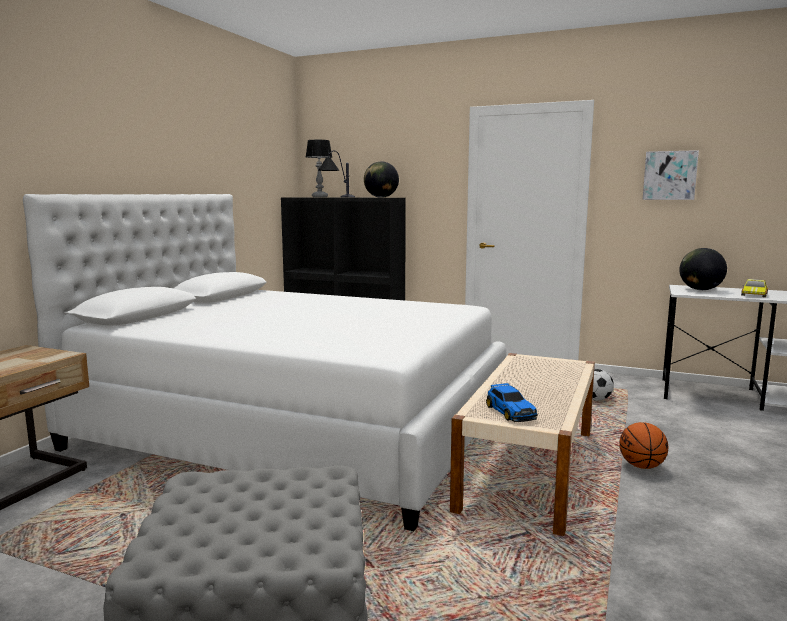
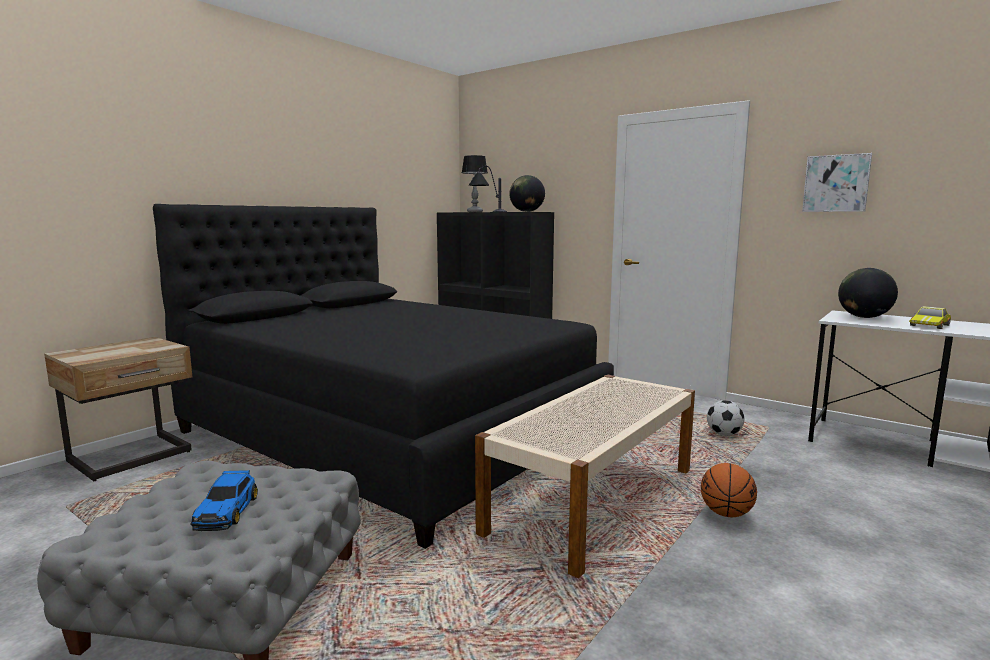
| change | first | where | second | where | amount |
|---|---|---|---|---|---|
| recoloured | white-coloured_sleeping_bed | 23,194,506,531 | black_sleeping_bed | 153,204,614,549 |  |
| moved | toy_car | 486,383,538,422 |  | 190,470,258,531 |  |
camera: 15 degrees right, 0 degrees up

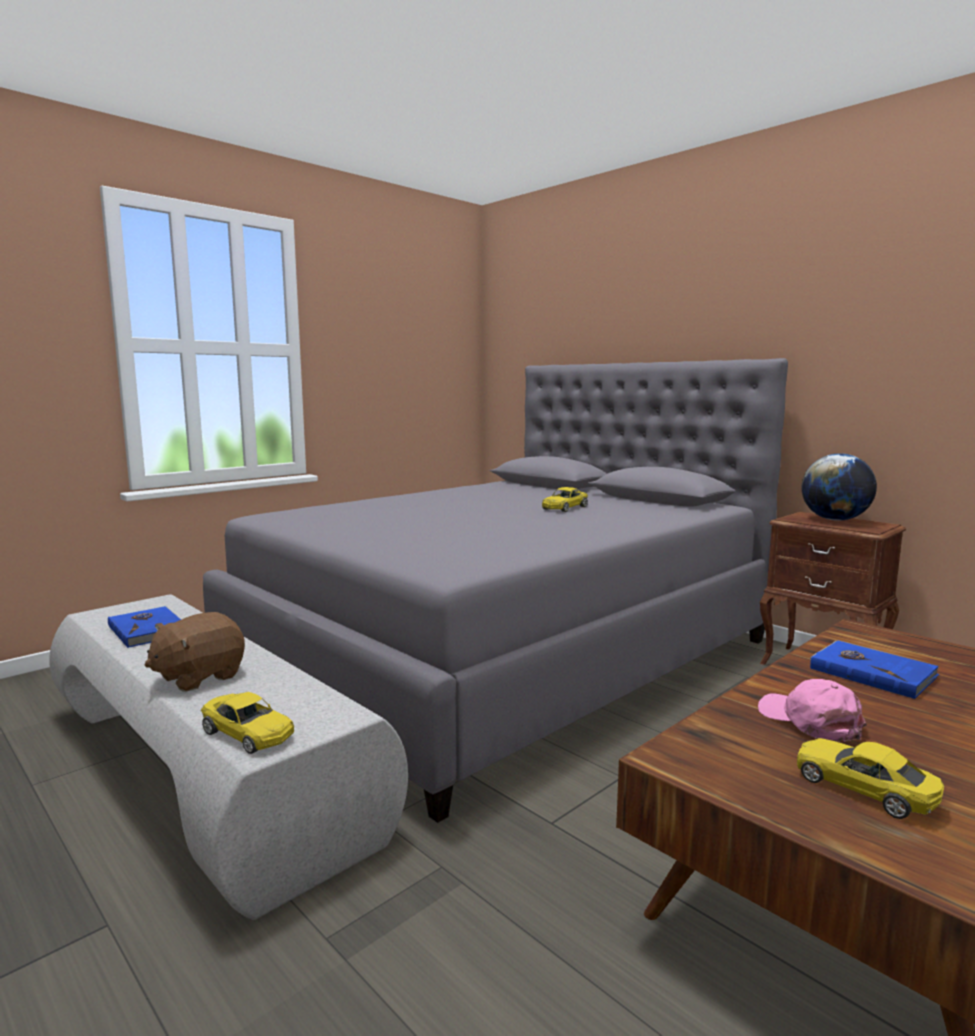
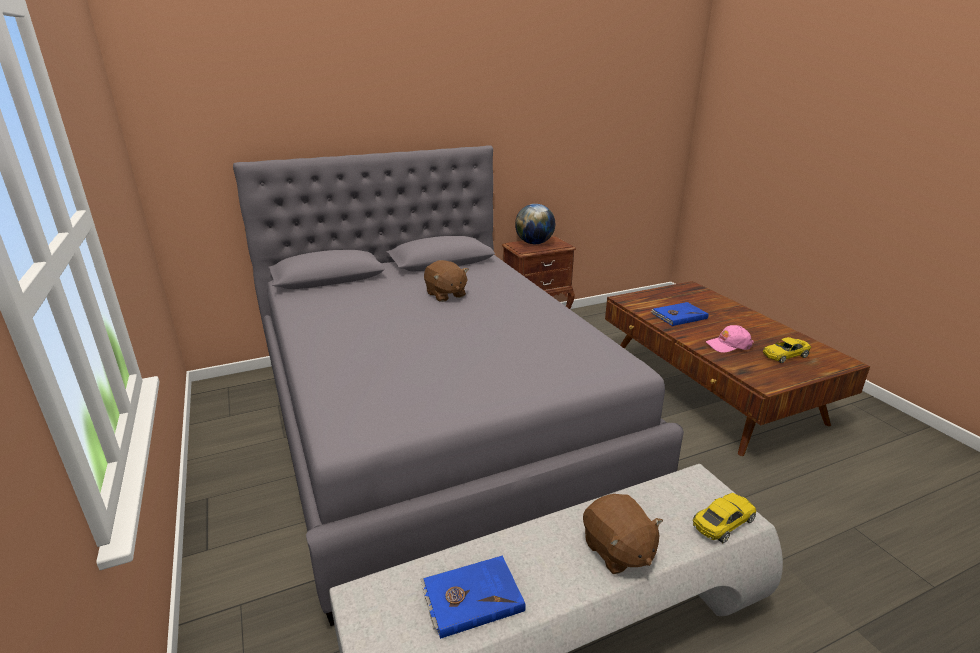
| change | first | where | second | where | amount |
|---|---|---|---|---|---|
| replaced | yellow-coloured_toy_car | 542,487,588,512 | brown_soft_toy | 424,260,469,302 |  |
camera: 70 degrees left, 15 degrees up

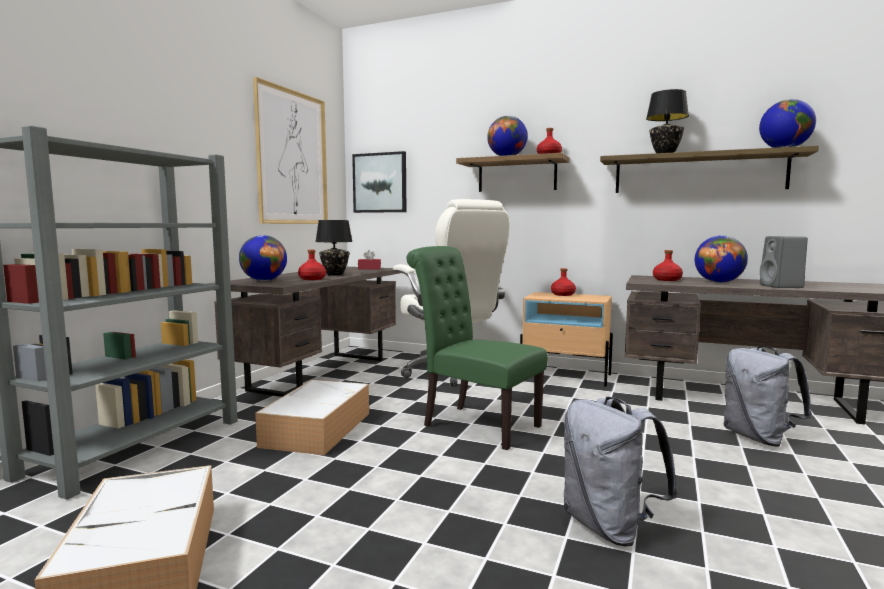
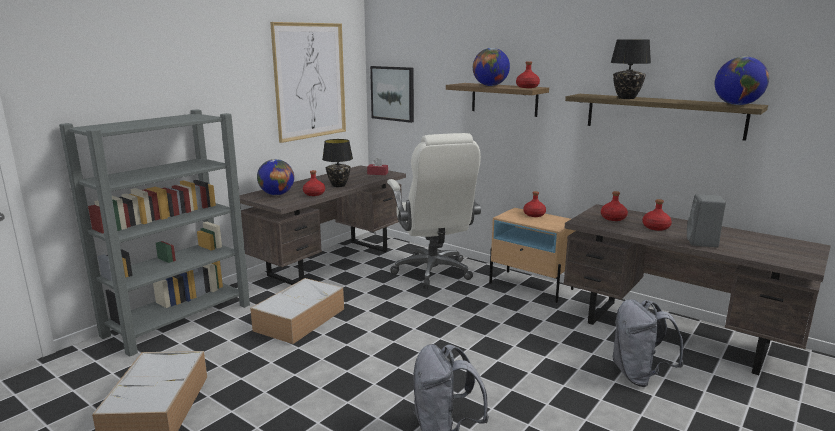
| change | first | where | second | where | amount |
|---|---|---|---|---|---|
| removed | green_plain_chair | 407,246,548,450 |  |  |  |
| replaced | desk_globe | 695,235,748,283 | red-coloured_beverage_bottle | 642,199,672,231 |  |
camera: 15 degrees right, 10 degrees up

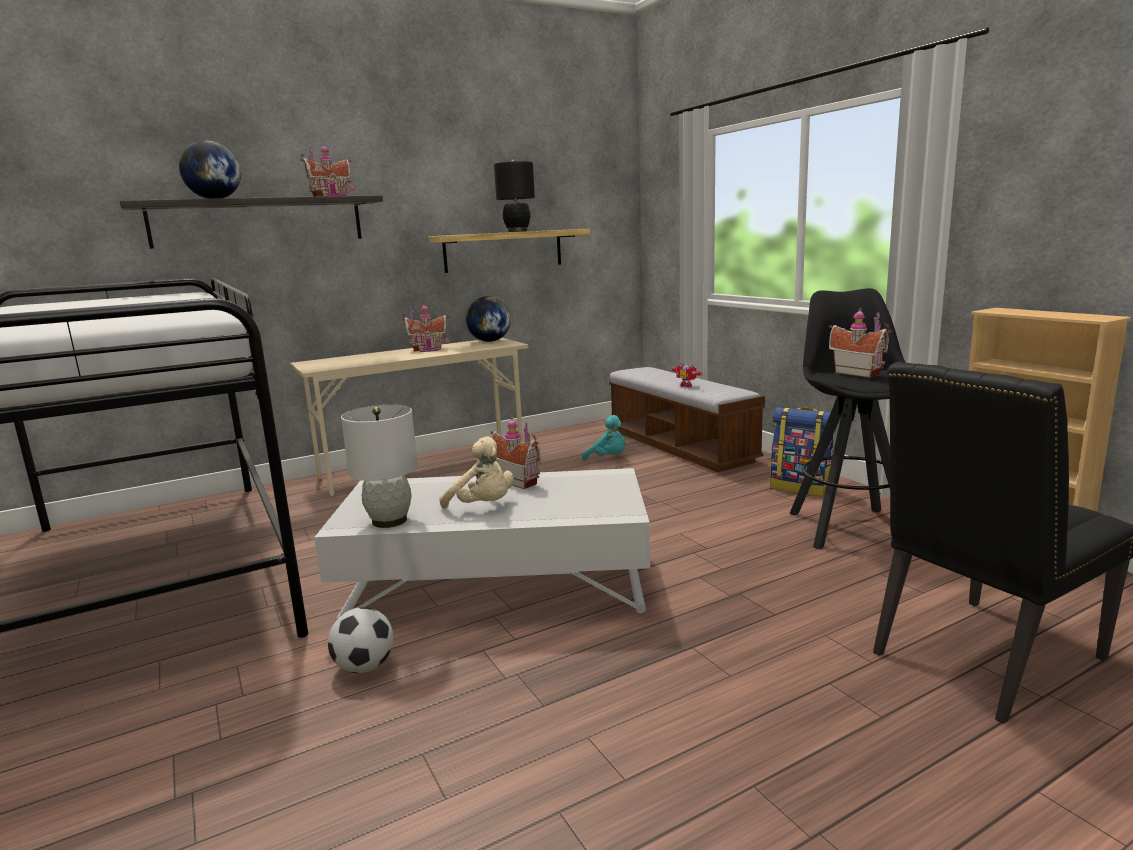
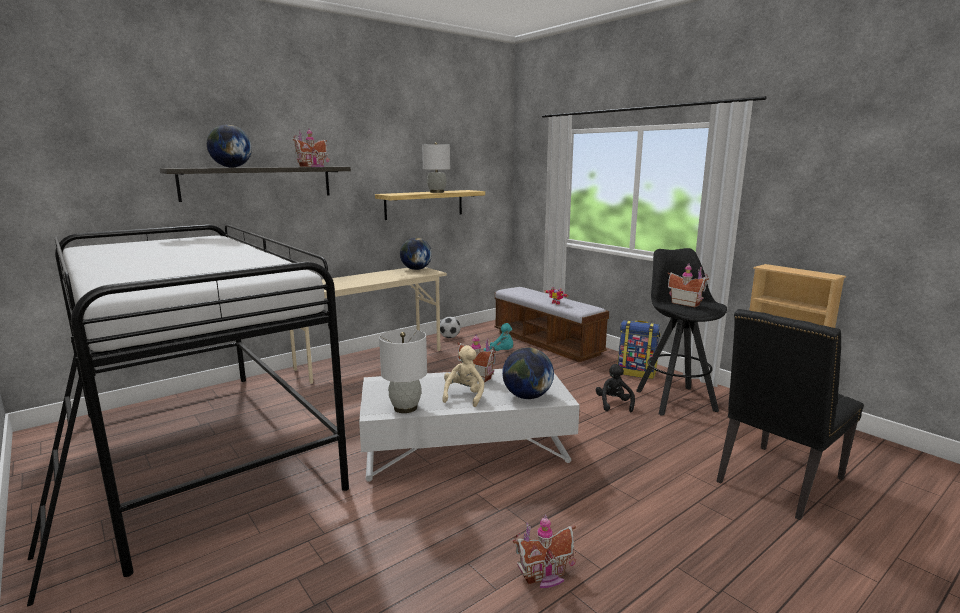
| change | first | where | second | where | amount |
|---|---|---|---|---|---|
| moved | football | 328,607,394,673 |  | 440,317,461,338 |  |
| moved | toy_house | 402,305,450,352 |  | 513,515,576,588 |  |
| turned | beige-coloured_soft_toy | 439,437,514,509 |  | 442,345,484,407 | 105 degrees counterclockwise |
| recoloured | black_tabletop_lamp | 494,160,535,232 | white-coloured_tabletop_lamp | 422,142,450,193 |  |
| added |  |  | desk_globe | 502,348,554,399 |  |
| added |  |  | black_soft_toy | 596,364,635,413 |  |
camera: 10 degrees left, 0 degrees up

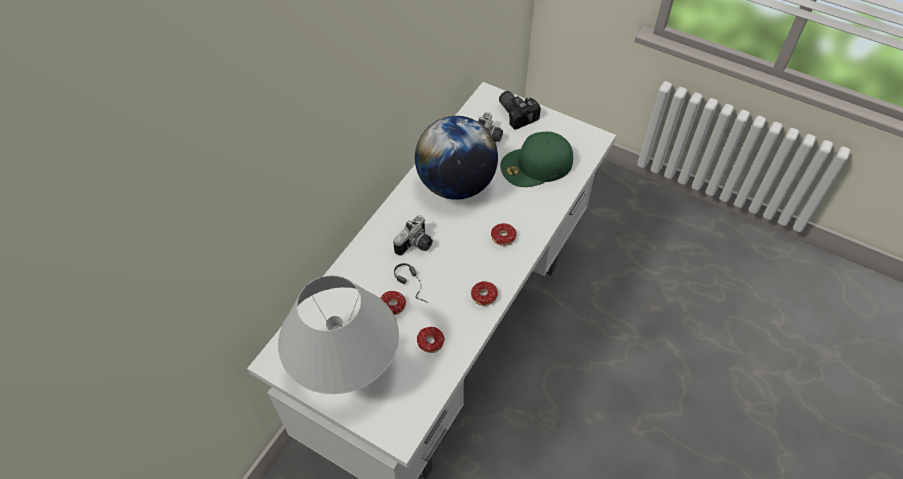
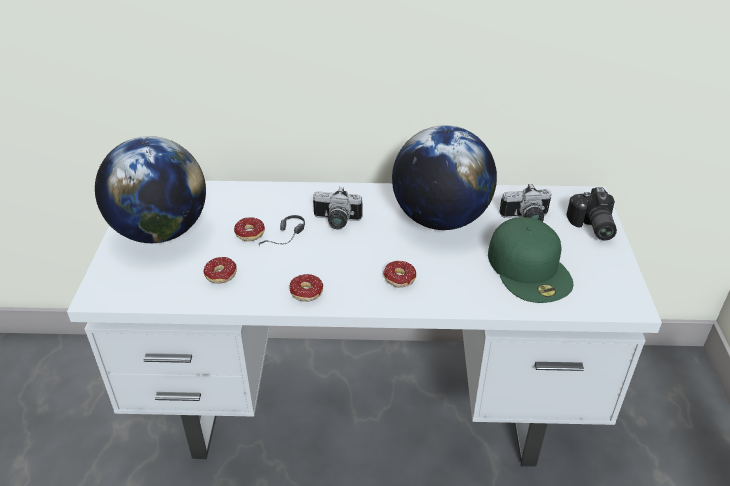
| change | first | where | second | where | amount |
|---|---|---|---|---|---|
| replaced | white-coloured_tabletop_lamp | 278,275,399,394 | desk_globe | 95,136,206,243 |  |
| turned | still_camera | 499,91,541,130 |  | 566,187,617,241 | 150 degrees clockwise |
| turned | green_peaked_cap | 500,132,573,187 |  | 488,217,573,303 | 150 degrees counterclockwise |
camera: 60 degrees right, 15 degrees down

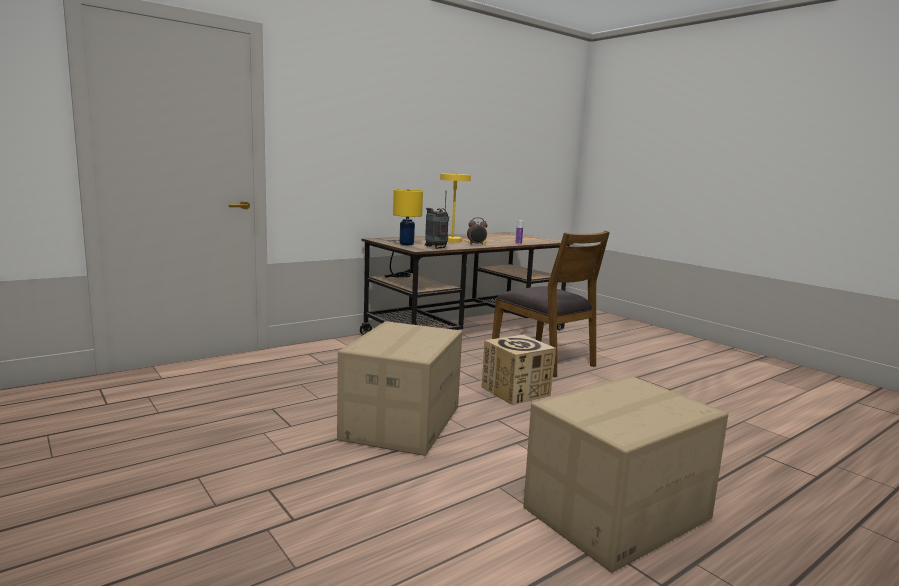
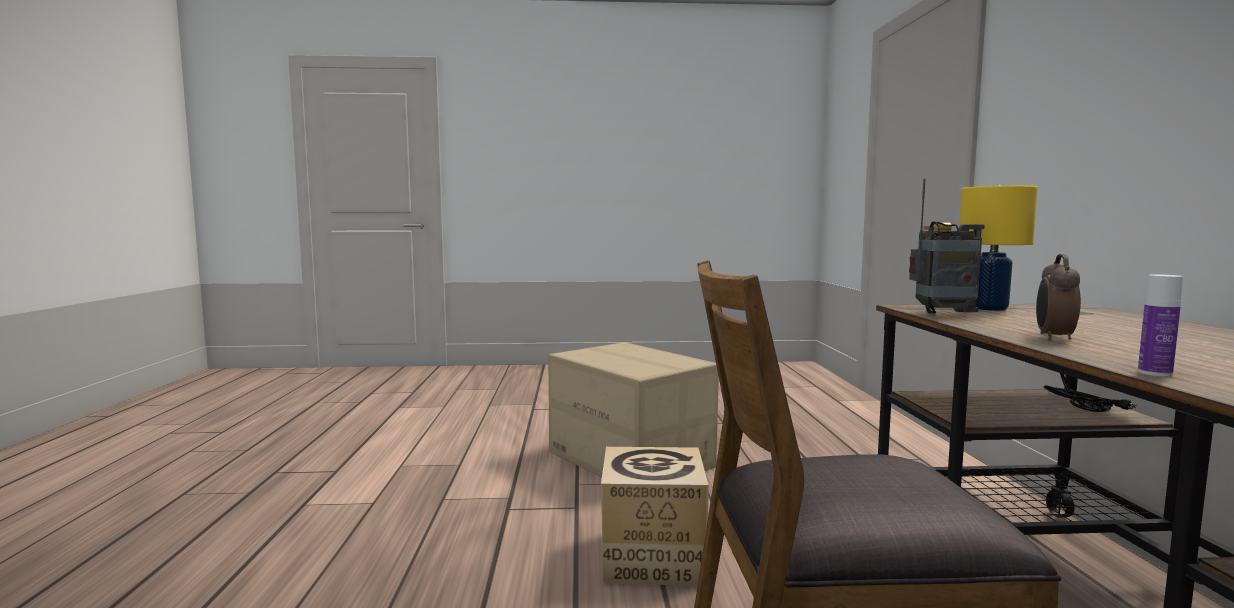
| change | first | where | second | where | amount |
|---|---|---|---|---|---|
| removed | yellow-coloured_tabletop_lamp | 440,173,486,243 |  |  |  |
| removed | cardboard_box | 523,376,728,572 |  |  |  |
camera: 125 degrees right, 5 degrees down

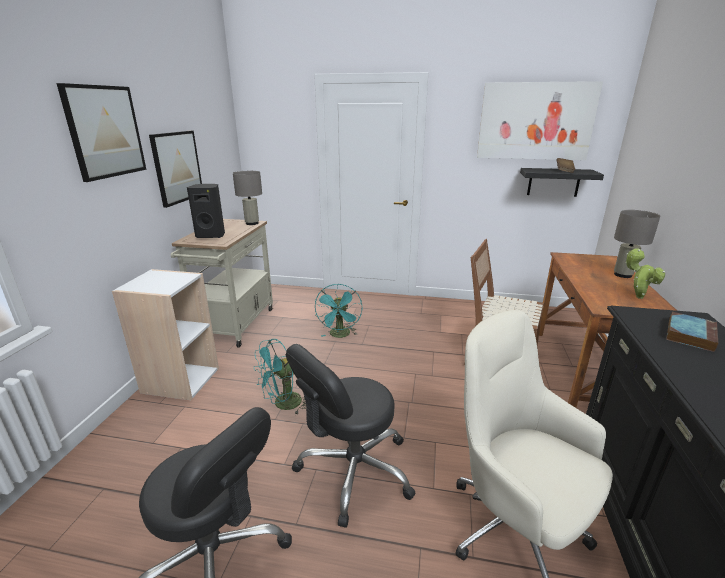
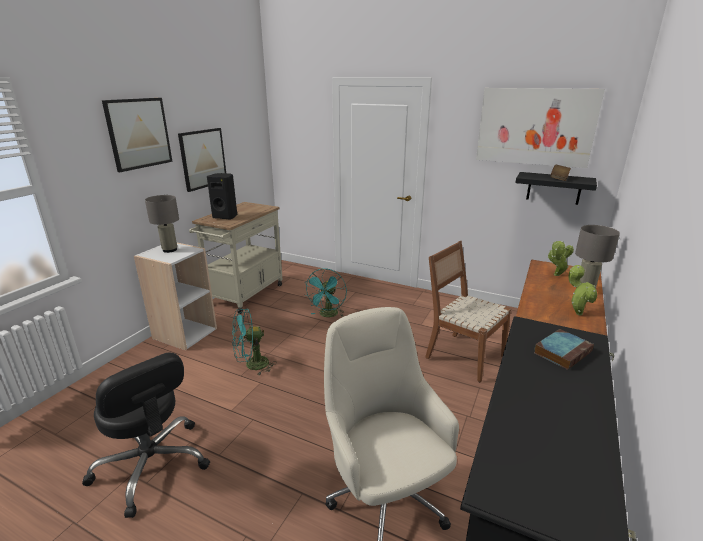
| change | first | where | second | where | amount |
|---|---|---|---|---|---|
| moved | greyish_tabletop_lamp | 233,171,262,225 |  | 145,195,179,253 |  |
| removed | black_computer_chair | 286,344,415,528 |  |  |  |
| added |  |  | potted_plant | 548,241,574,276 |  |
camera: 15 degrees right, 0 degrees up

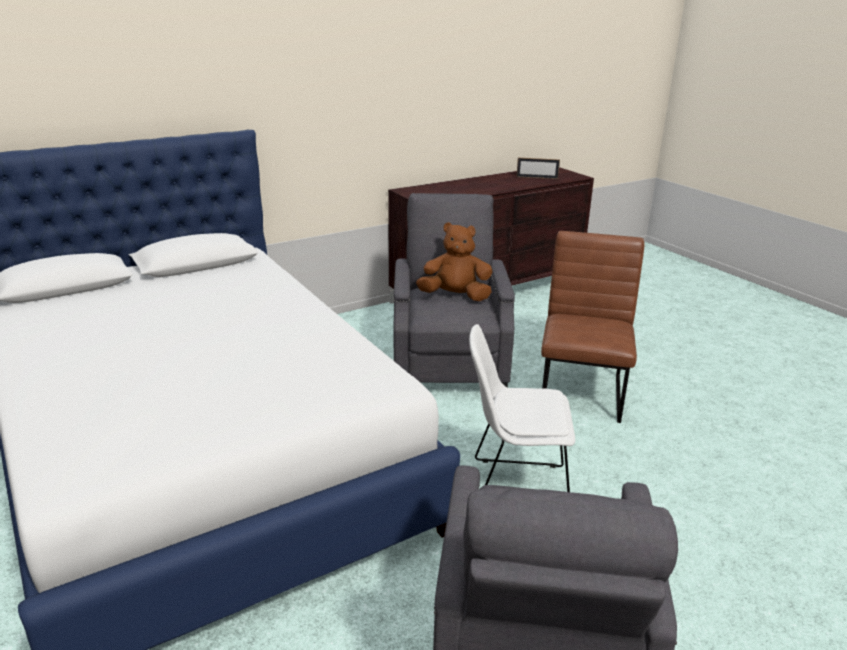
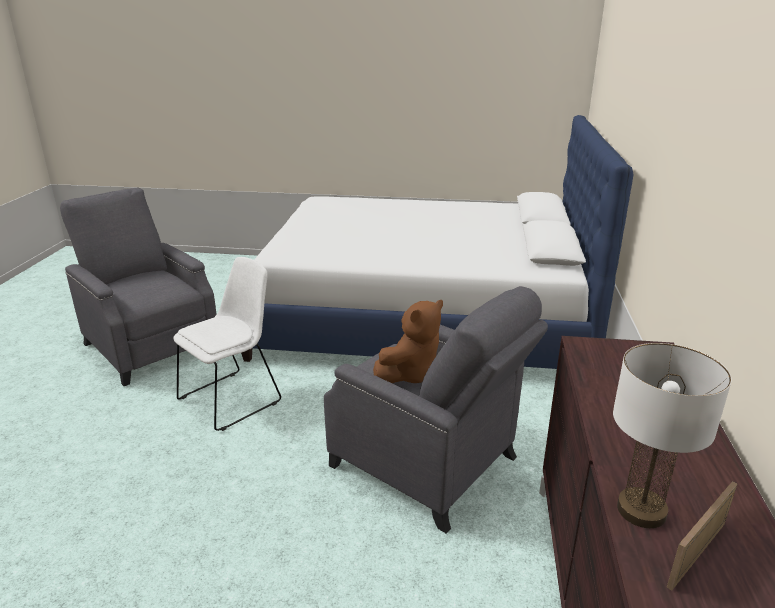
| change | first | where | second | where | amount |
|---|---|---|---|---|---|
| removed | brown_plain_chair | 541,231,644,423 |  |  |  |
| added |  |  | tabletop_lamp | 613,343,732,528 |  |
camera: 130 degrees right, 0 degrees up

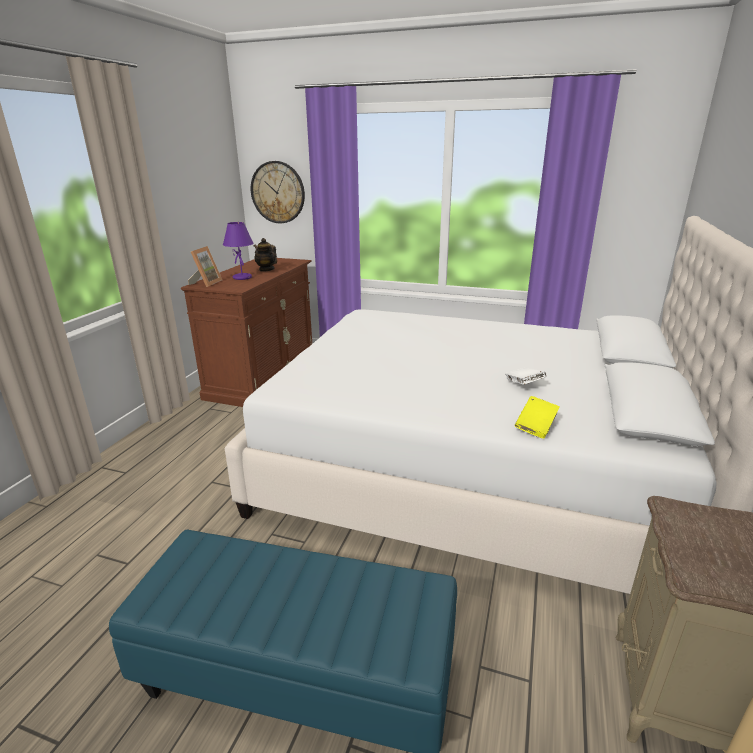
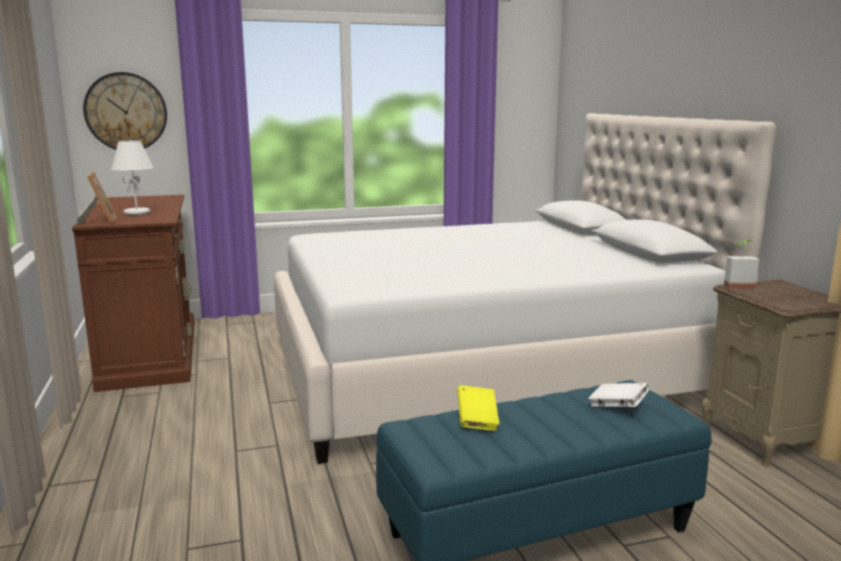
| change | first | where | second | where | amount |
|---|---|---|---|---|---|
| recoloured | purplish_tabletop_lamp | 223,222,254,280 | white-coloured_tabletop_lamp | 111,140,154,215 |  |
| removed | tea_pot | 254,238,277,272 |  |  |  |
| moved | white-coloured_bound_book | 505,368,547,385 |  | 588,383,649,407 |  |
| moved | yellow-coloured_bound_book | 515,396,560,439 |  | 457,385,499,431 |  |
| added |  |  | potted_plant | 724,240,759,290 |  |
camera: 35 degrees left, 10 degrees down

